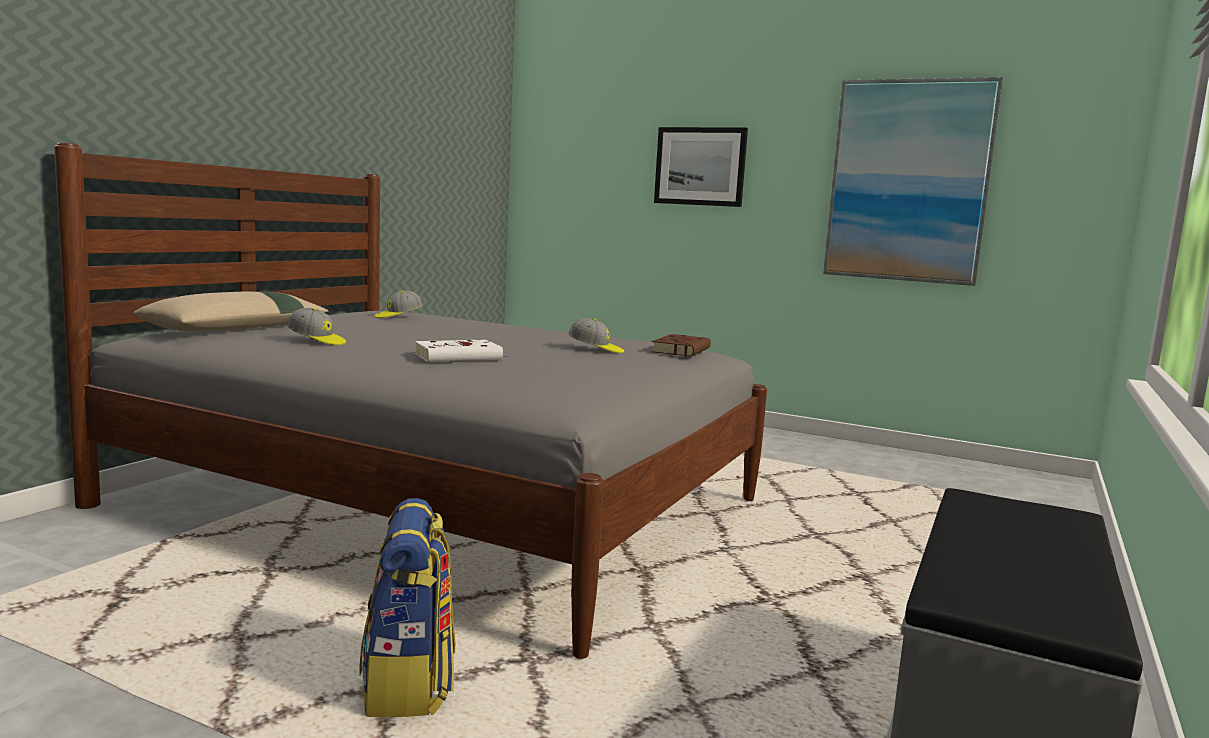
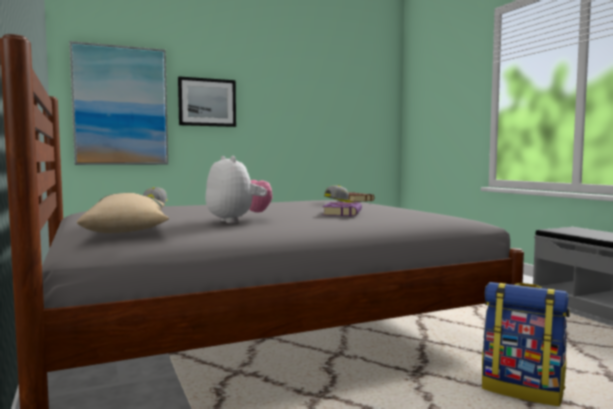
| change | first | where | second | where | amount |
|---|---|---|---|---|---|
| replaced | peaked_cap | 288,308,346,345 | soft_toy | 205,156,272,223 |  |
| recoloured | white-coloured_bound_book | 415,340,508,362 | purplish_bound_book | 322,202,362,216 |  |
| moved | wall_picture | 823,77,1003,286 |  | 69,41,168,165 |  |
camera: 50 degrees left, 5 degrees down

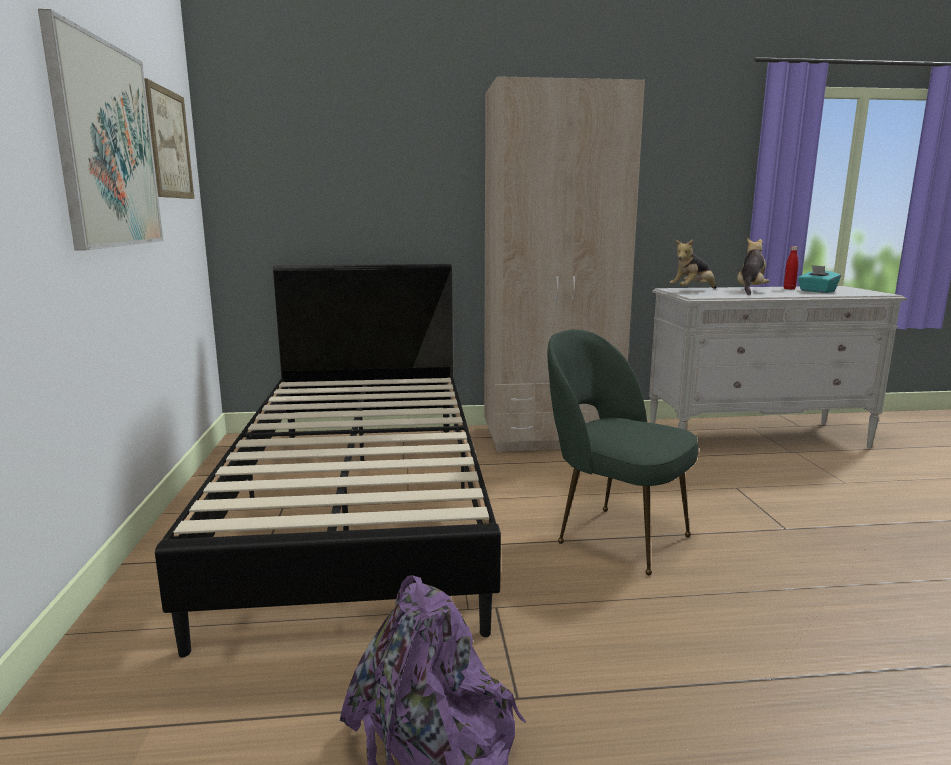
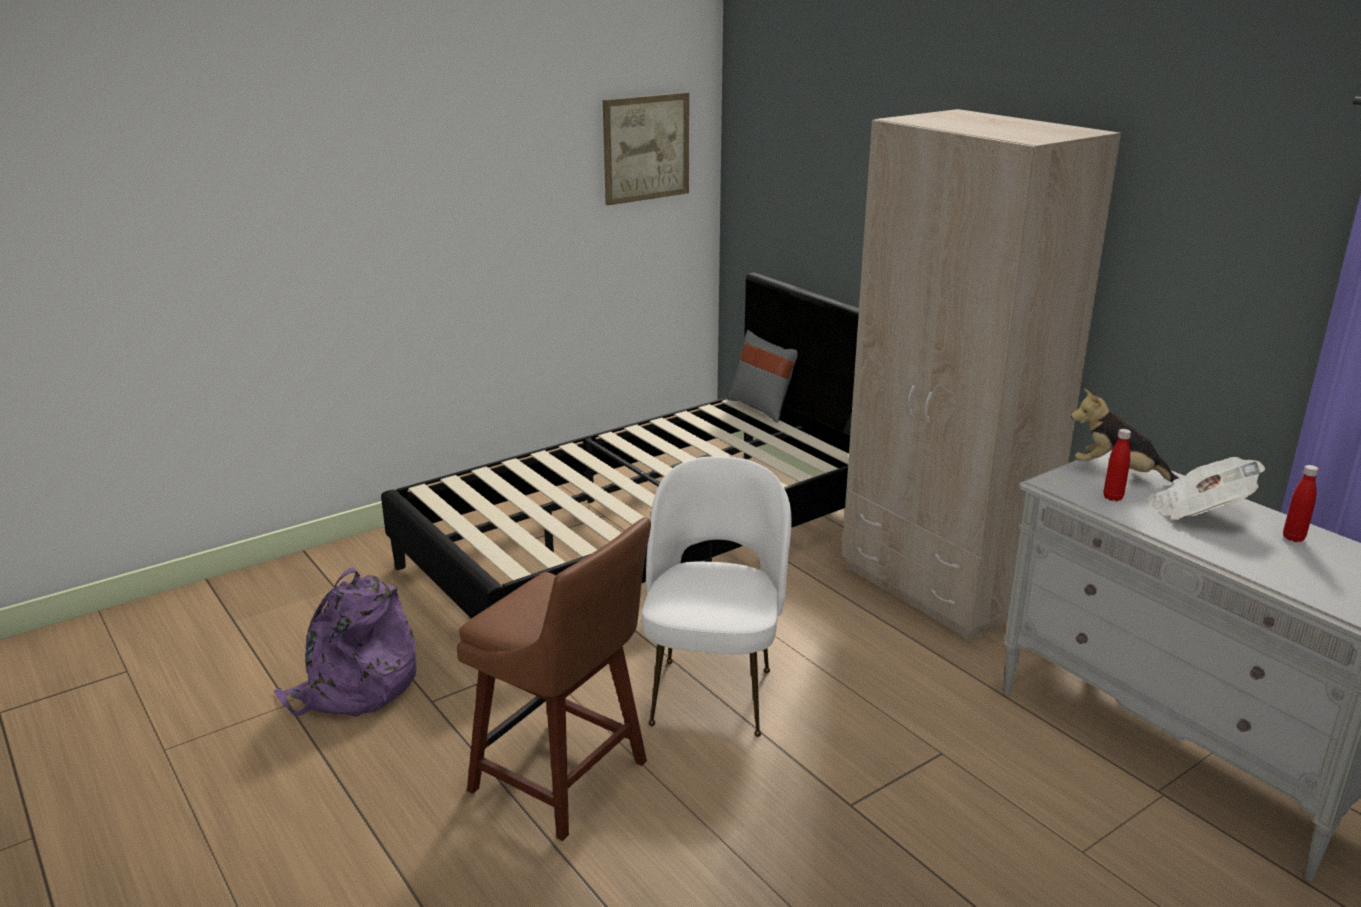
| change | first | where | second | where | amount |
|---|---|---|---|---|---|
| removed | wall_picture | 38,9,163,251 |  |  |  |
| recoloured | green_plain_chair | 548,329,698,576 | white-coloured_plain_chair | 641,456,792,737 |  |
| replaced | soft_toy | 737,238,770,295 | daily_paper | 1146,457,1265,520 |  |
| removed | turquoise_tissue_holder | 798,265,841,293 |  |  |  |
| added |  |  | brown_plain_chair | 457,517,651,841 |  |
| added |  |  | greyish_cushion | 728,330,798,423 |  |
| added |  |  | red-coloured_beverage_bottle | 1103,429,1131,501 |  |
camera: 60 degrees right, 10 degrees up

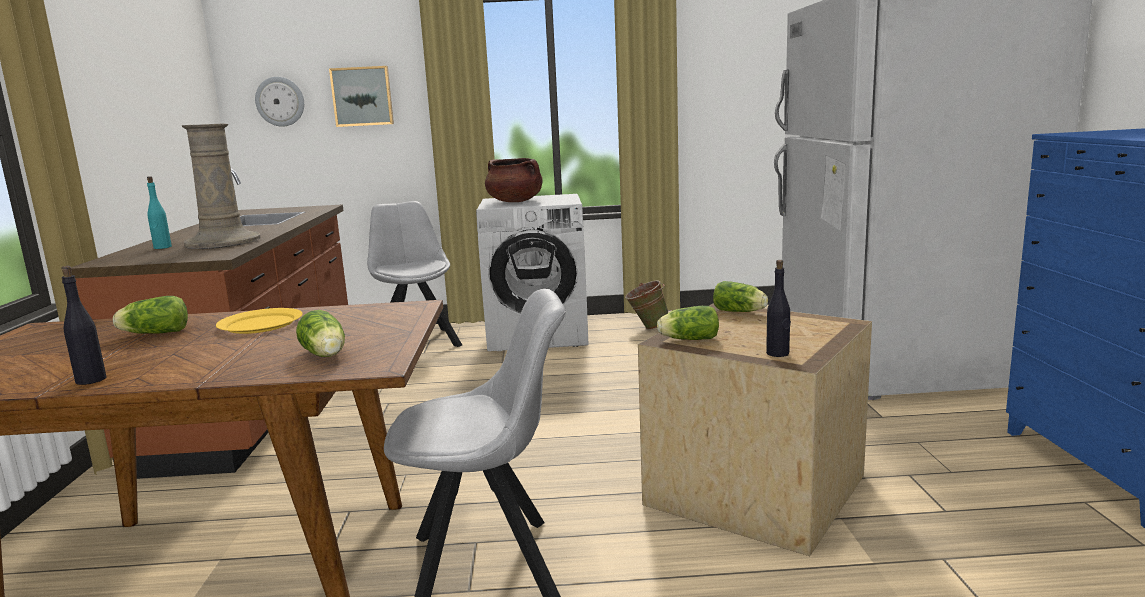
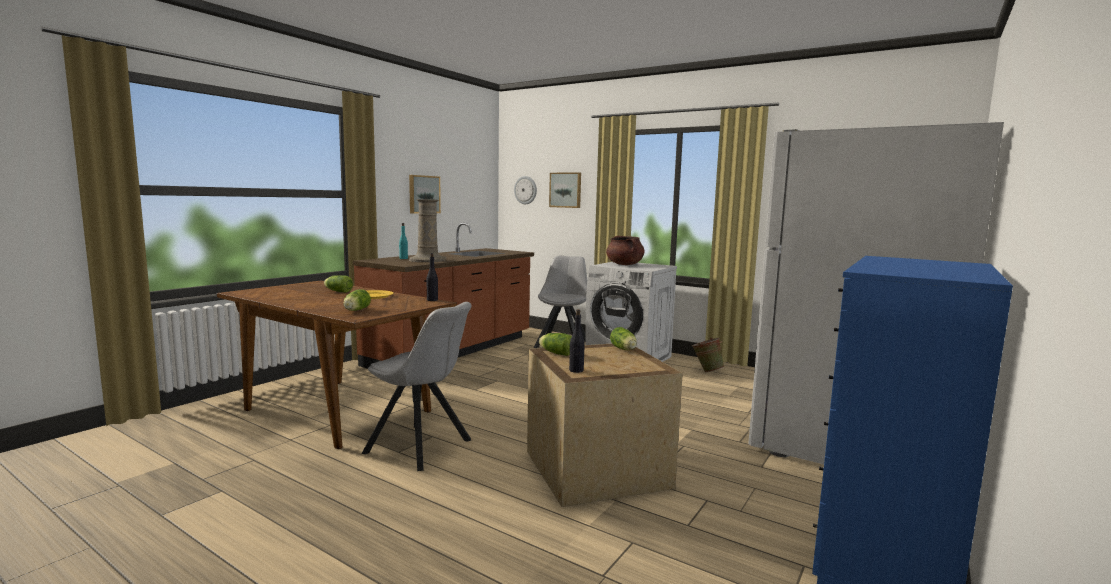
| change | first | where | second | where | amount |
|---|---|---|---|---|---|
| moved | black_beverage_bottle | 61,266,107,385 |  | 427,253,438,301 |  |
| added |  |  | wall_picture | 409,175,441,214 |  |
camera: 35 degrees right, 5 degrees down

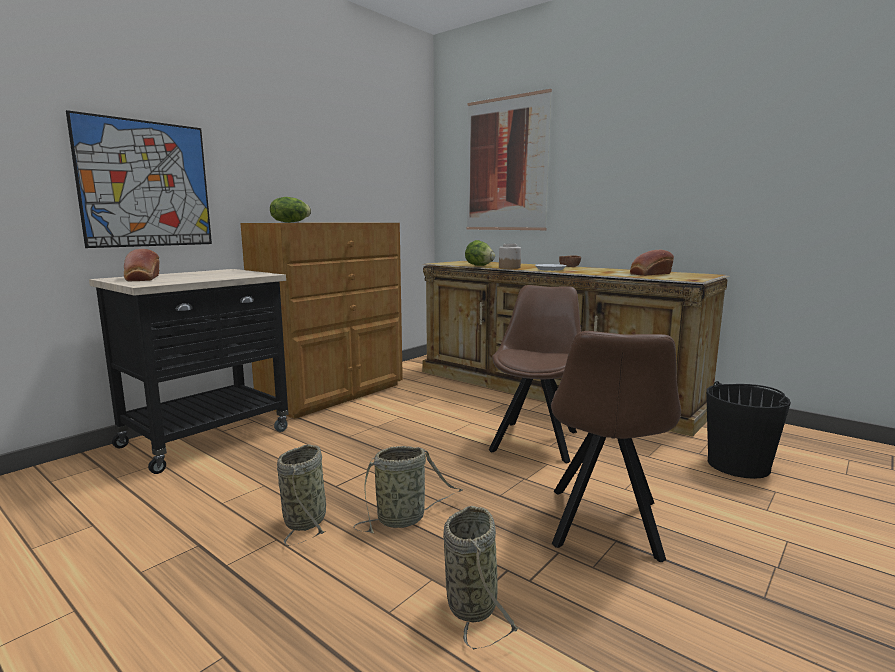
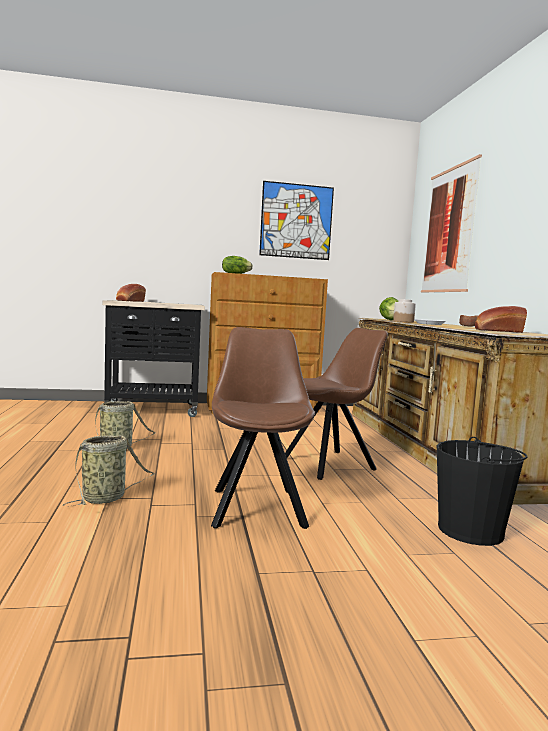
| change | first | where | second | where | amount |
|---|---|---|---|---|---|
| moved | wall_picture | 66,110,212,248 |  | 259,181,334,260 |  |
| removed | basket | 353,446,463,533 |  |  |  |
| turned | brown_plain_chair | 551,331,681,562 |  | 211,327,315,529 | 120 degrees clockwise |
camera: 40 degrees right, 5 degrees down

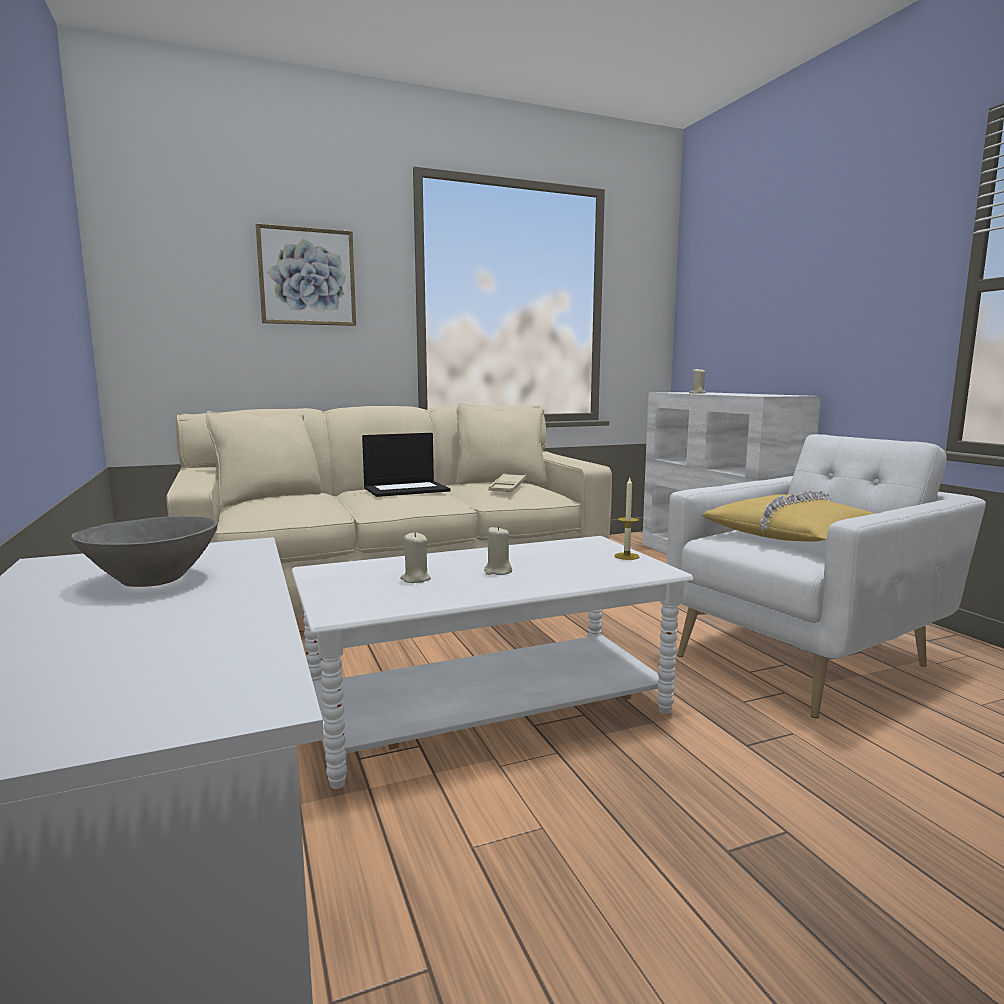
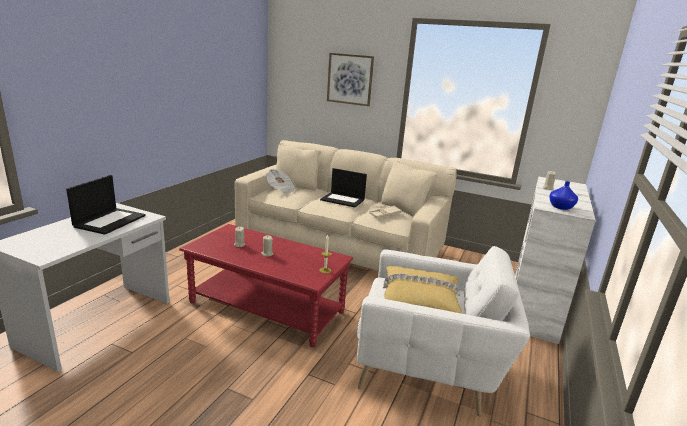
| change | first | where | second | where | amount |
|---|---|---|---|---|---|
| replaced | greyish_bowl | 71,516,217,587 | portable_computer | 66,175,146,235 |  |
| recoloured | white-coloured_coffee_table | 292,536,693,789 | red-coloured_coffee_table | 179,224,353,347 |  |
| added |  |  | daily_paper | 266,169,297,195 |  |
| added |  |  | blue-coloured_flower_vase | 549,181,578,210 |  |
camera: 45 degrees right, 10 degrees up

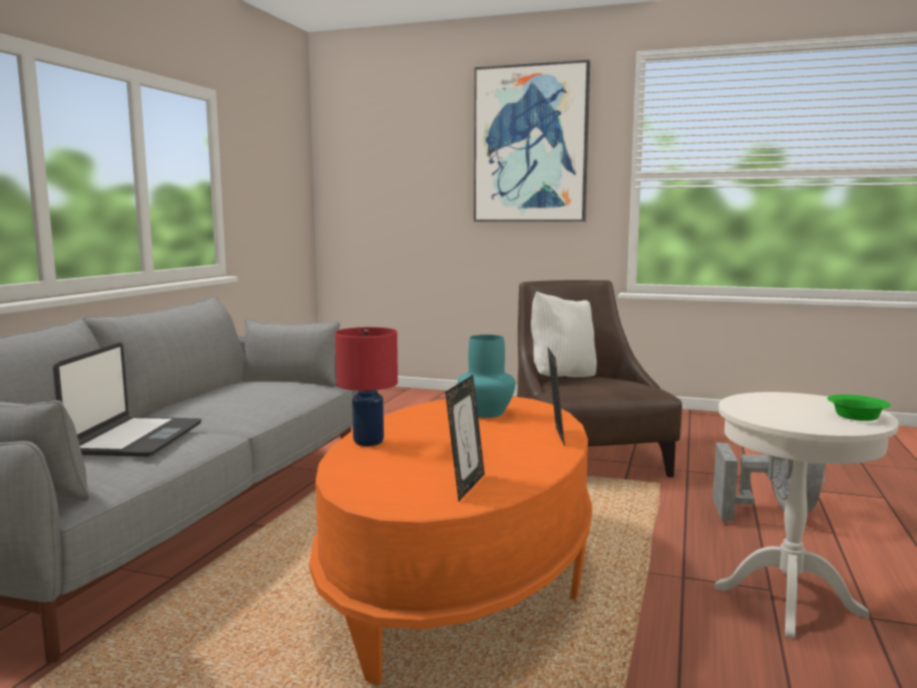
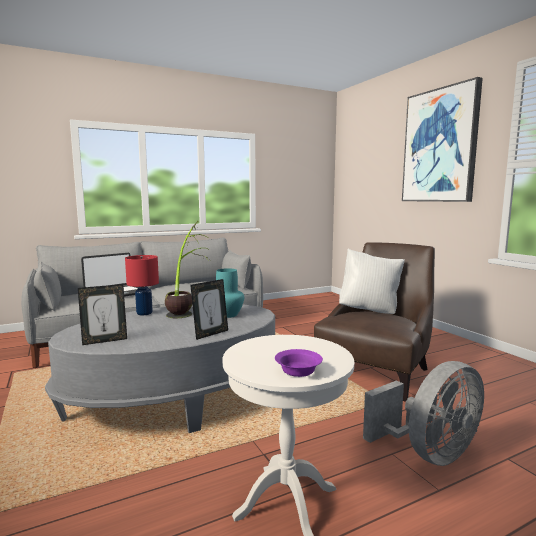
| change | first | where | second | where | amount |
|---|---|---|---|---|---|
| recoloured | orange-coloured_coffee_table | 309,396,592,685 | greyish_coffee_table | 45,305,275,433 |  |
| recoloured | green_bowl | 827,395,891,421 | purplish_bowl | 275,349,323,377 |  |
| added |  |  | potted_plant | 165,221,211,318 |  |
camera: 45 degrees right, 0 degrees up

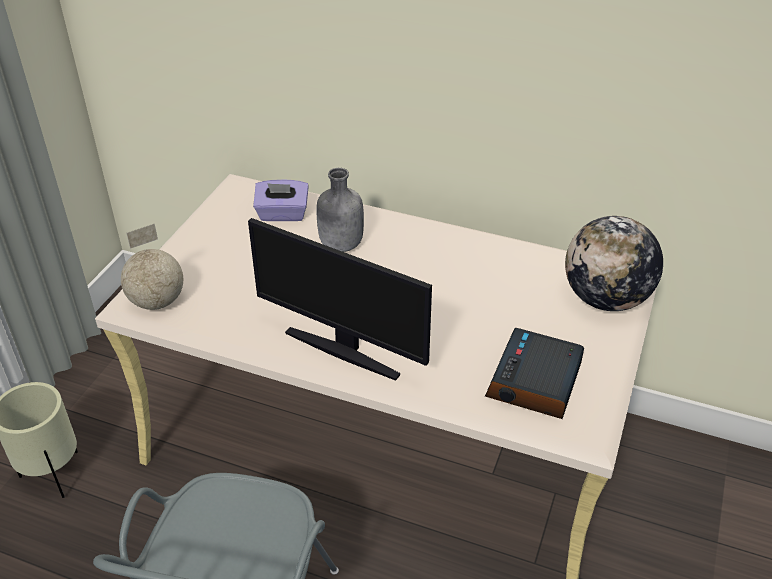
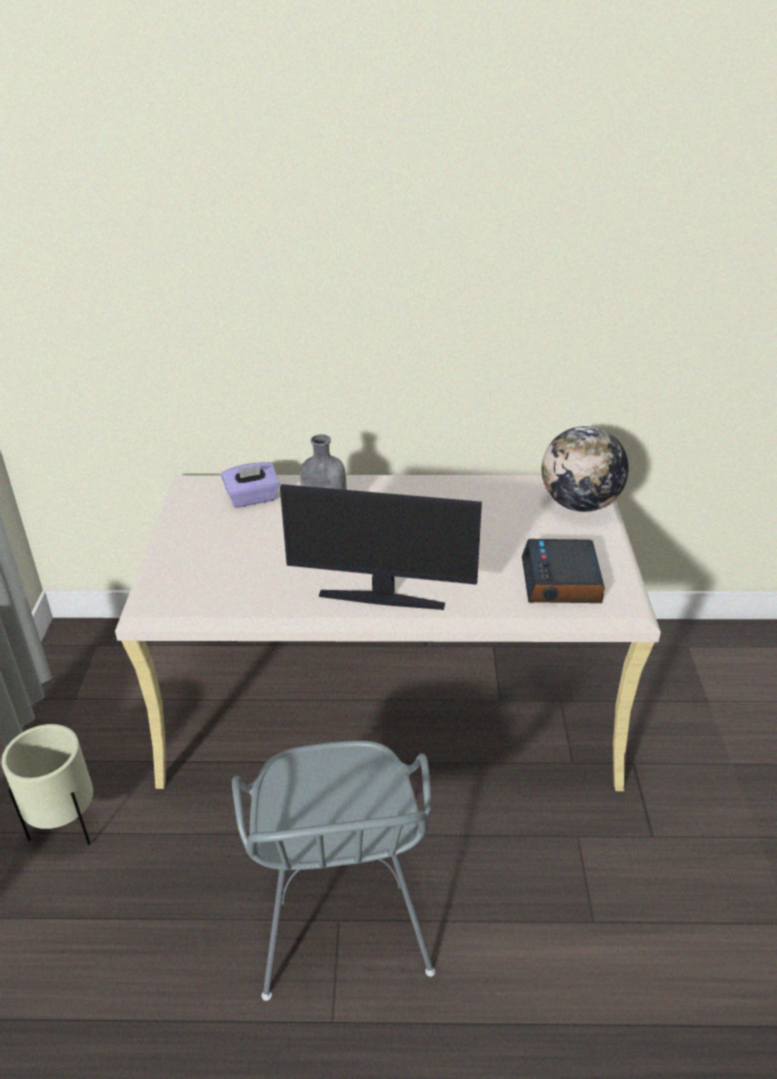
| change | first | where | second | where | amount |
|---|---|---|---|---|---|
| removed | desk_globe | 121,224,183,310 |  |  |  |
camera: 20 degrees left, 5 degrees down

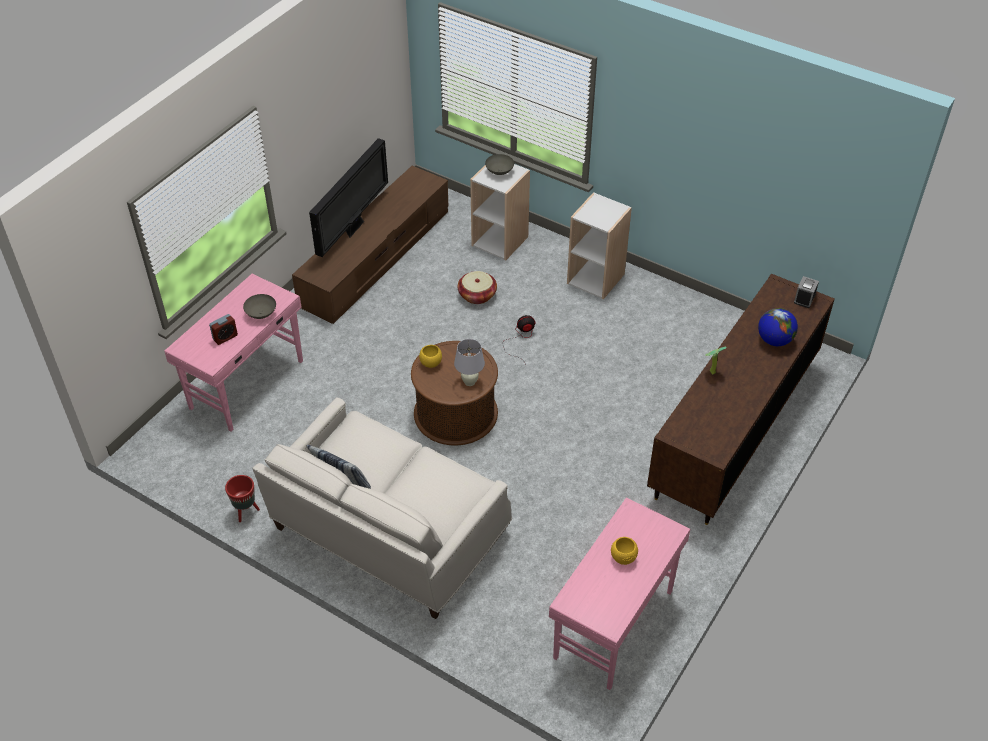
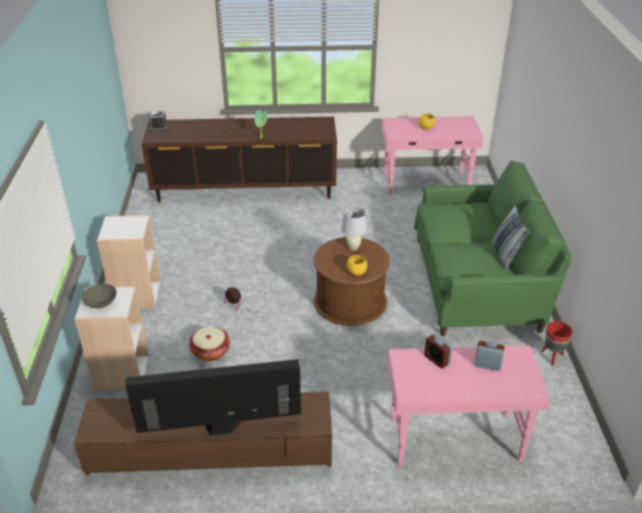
| change | first | where | second | where | amount |
|---|---|---|---|---|---|
| replaced | greyish_bowl | 243,294,276,319 | bedside_clock | 424,333,453,369 |  |
| recoloured | white-coloured_settee | 253,397,512,619 | green_settee | 414,161,572,336 |  |
| removed | desk_globe | 758,308,798,346 |  |  |  |
camera: 125 degrees left, 10 degrees down

